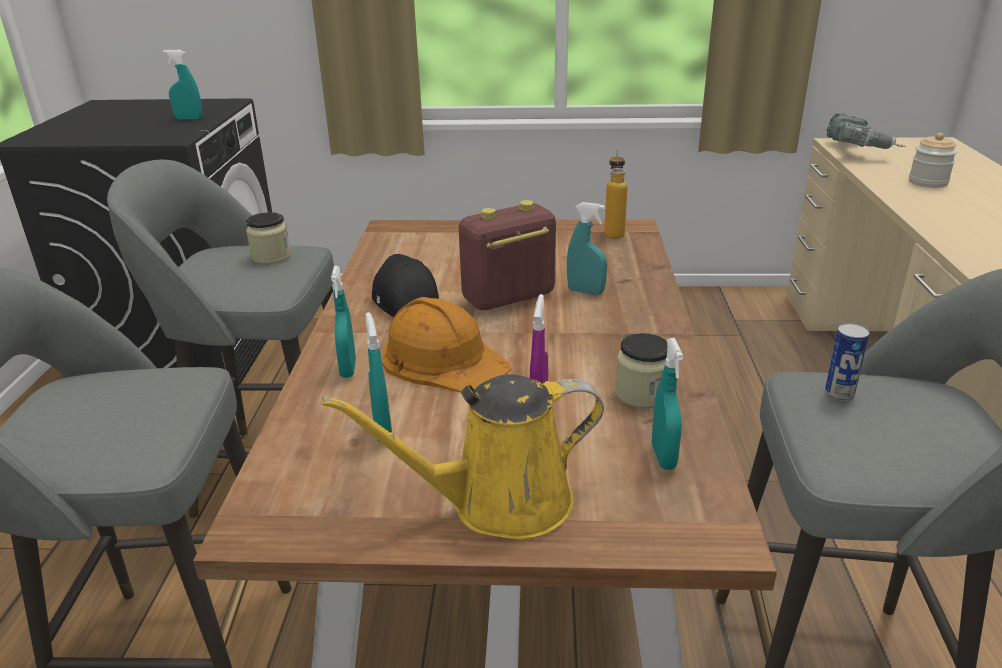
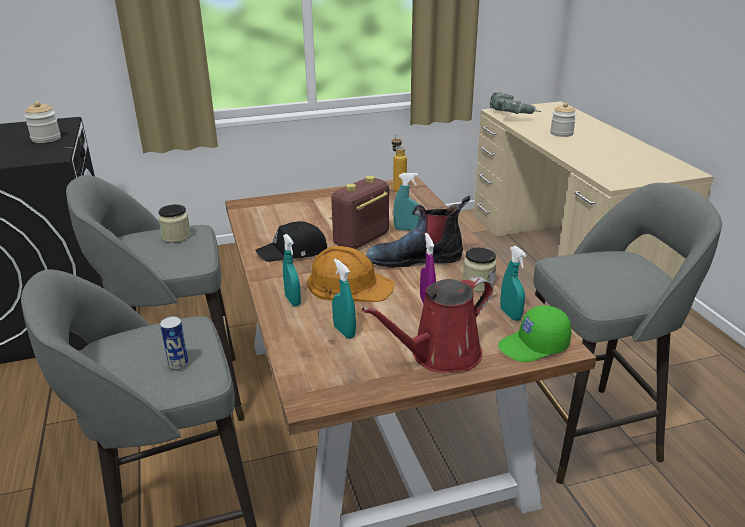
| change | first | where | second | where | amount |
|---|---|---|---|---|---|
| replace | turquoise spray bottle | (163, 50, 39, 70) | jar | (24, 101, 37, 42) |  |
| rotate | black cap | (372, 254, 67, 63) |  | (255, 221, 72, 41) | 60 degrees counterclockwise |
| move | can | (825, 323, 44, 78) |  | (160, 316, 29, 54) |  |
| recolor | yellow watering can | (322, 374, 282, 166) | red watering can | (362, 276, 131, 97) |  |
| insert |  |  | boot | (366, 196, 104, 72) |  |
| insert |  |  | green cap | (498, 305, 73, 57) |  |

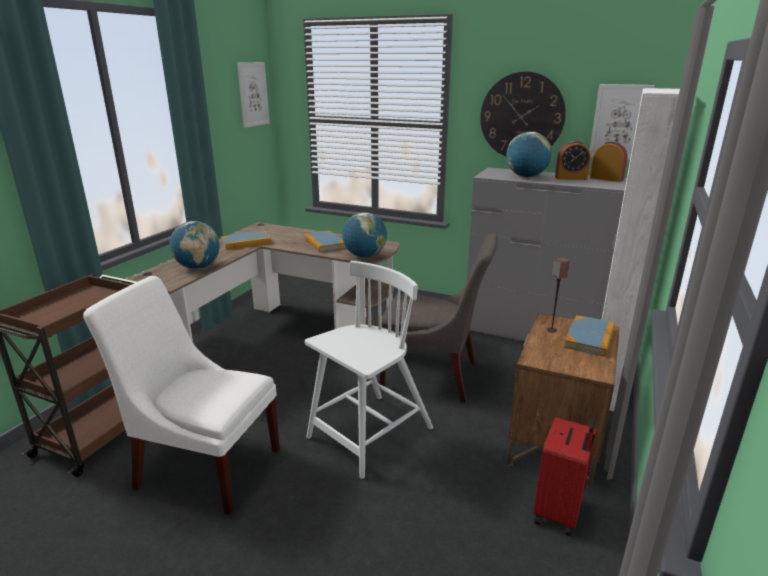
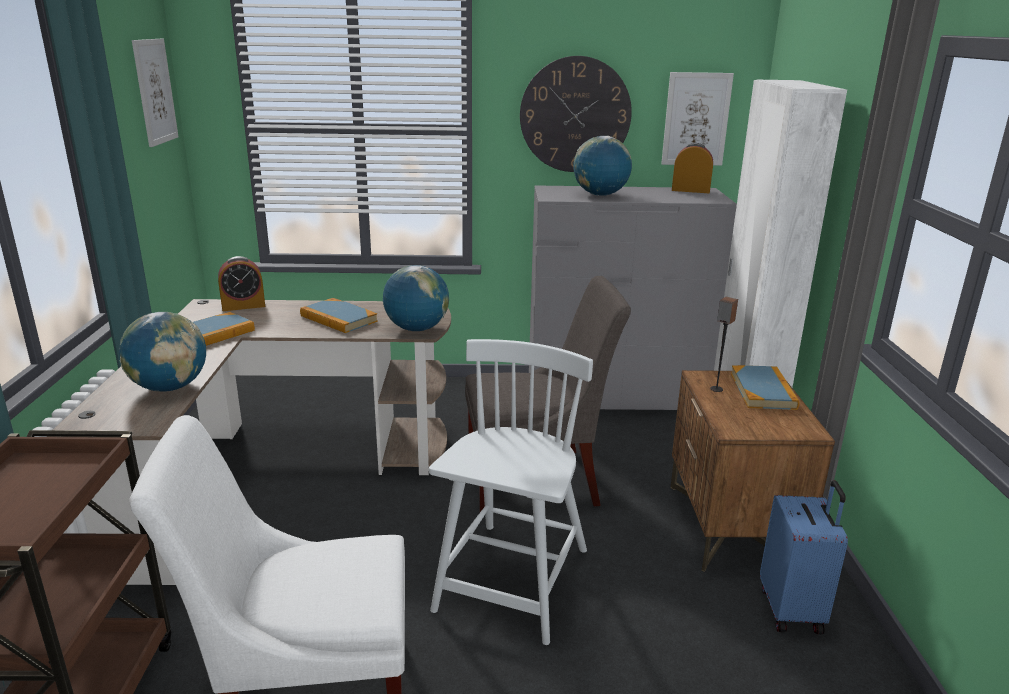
| change | first | where | second | where | amount |
|---|---|---|---|---|---|
| move | alarm clock | (555, 140, 36, 40) |  | (218, 256, 47, 55) |  |
| recolor | red suitcase | (534, 414, 63, 122) | blue suitcase | (760, 480, 88, 154) |  |

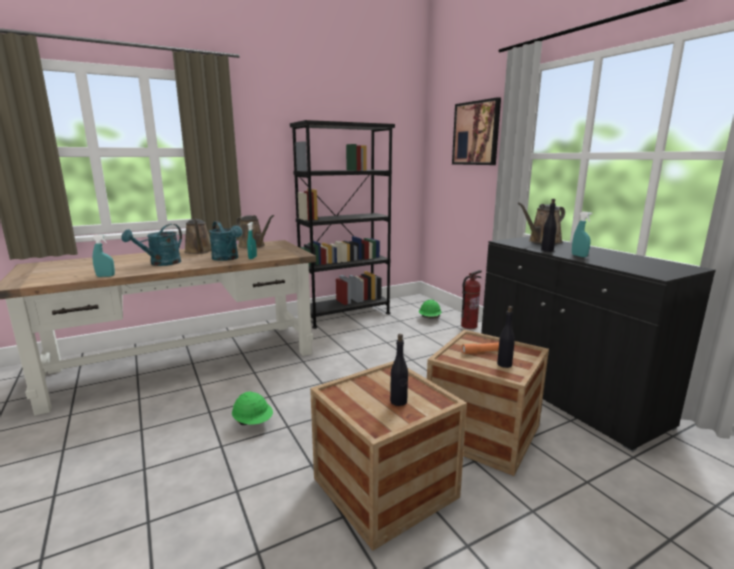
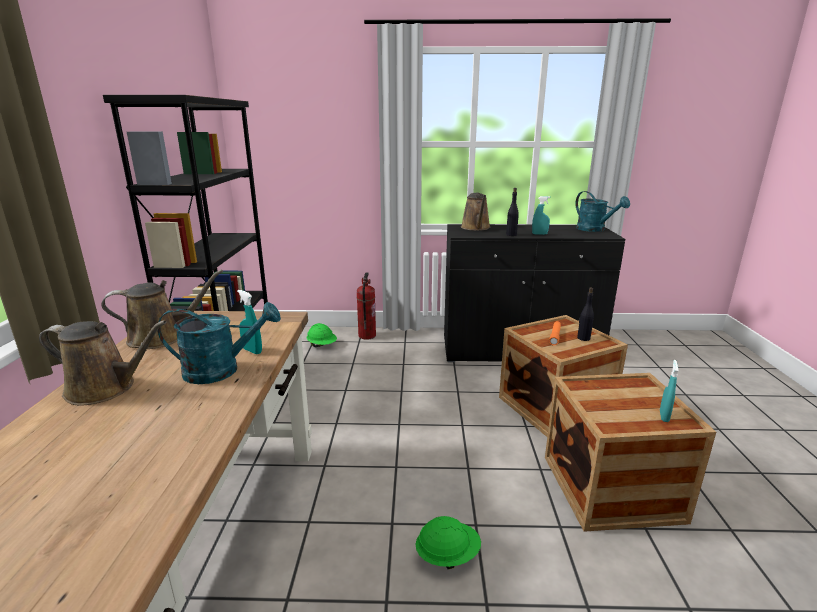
| change | first | where | second | where | amount |
|---|---|---|---|---|---|
| delete | picture | (452, 97, 49, 68) |  |  |  |
| move | turquoise watering can | (121, 224, 61, 42) |  | (575, 191, 55, 41) |  |
| move | turquoise spray bottle | (92, 234, 23, 43) |  | (660, 360, 19, 62) |  |
| delete | black bottle | (390, 334, 18, 72) |  |  |  |

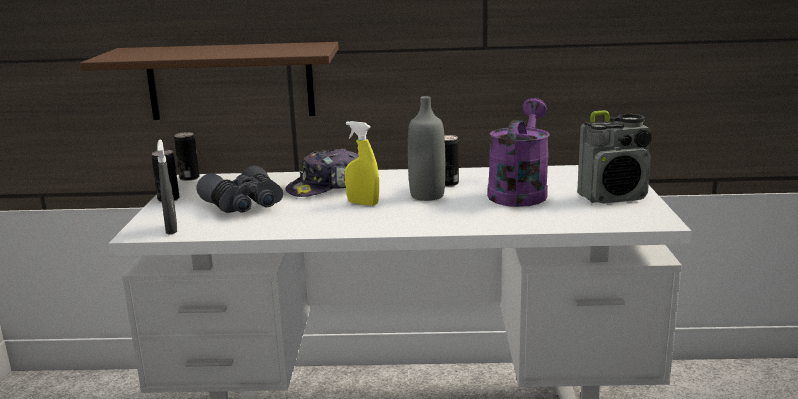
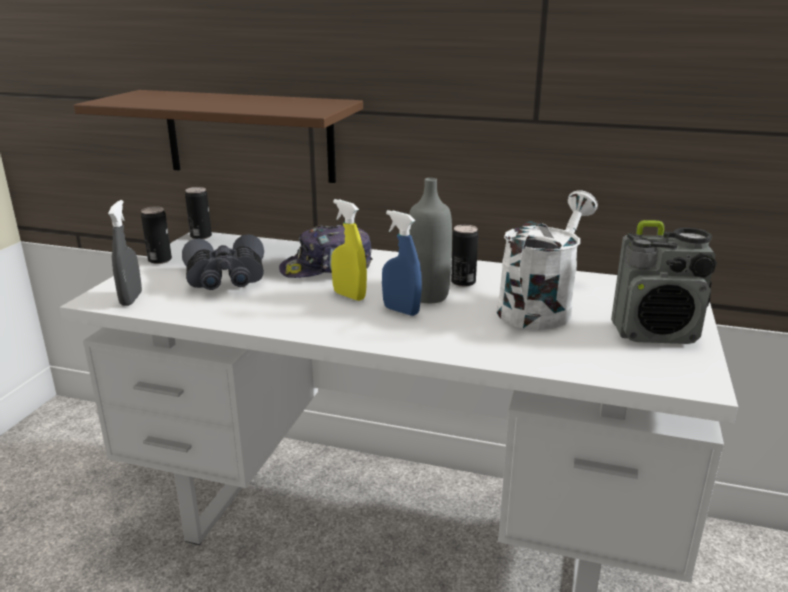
| change | first | where | second | where | amount |
|---|---|---|---|---|---|
| recolor | purple watering can | (487, 98, 63, 109) | white watering can | (496, 190, 102, 140) |  |
| insert |  |  | blue spray bottle | (382, 210, 40, 106) |  |

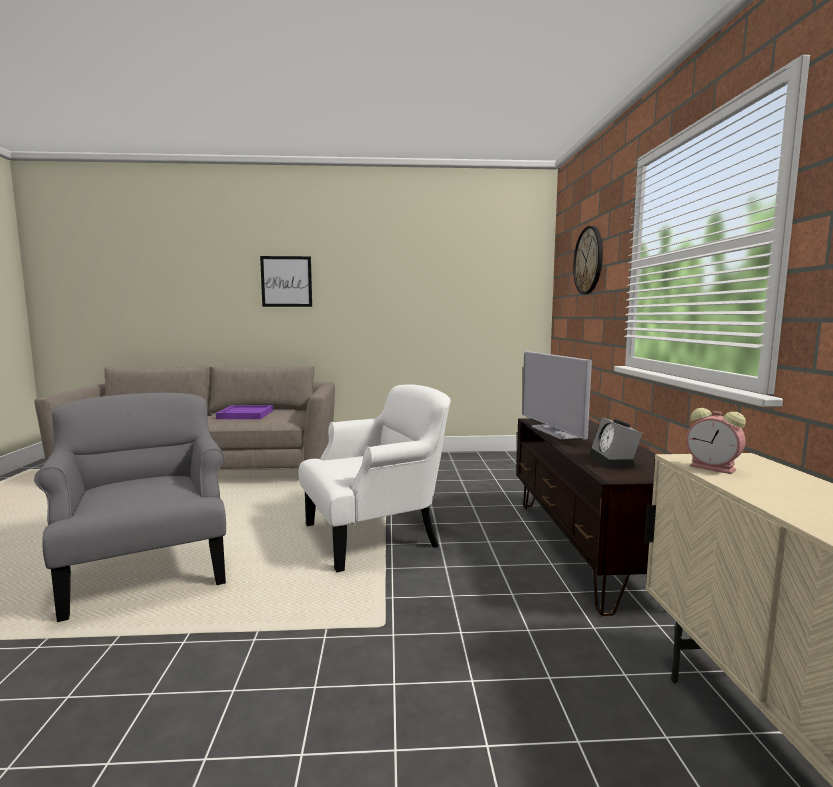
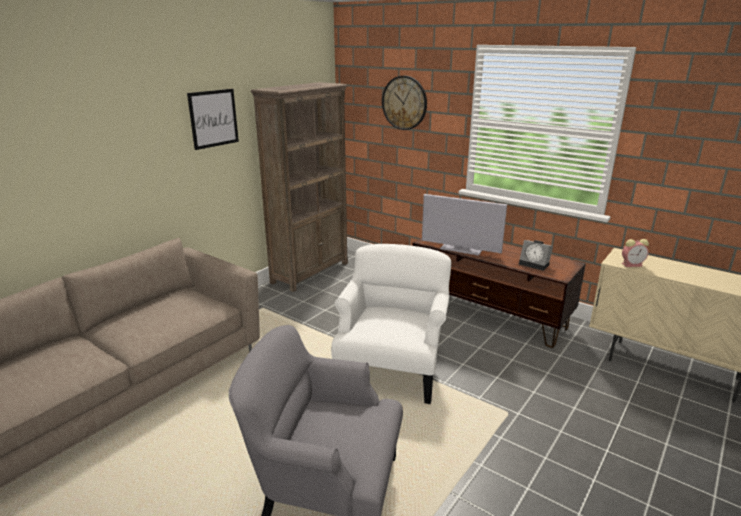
| change | first | where | second | where | amount |
|---|---|---|---|---|---|
| move | picture | (260, 256, 52, 51) |  | (187, 89, 52, 61) |  |
| delete | purple tray | (216, 405, 57, 14) |  |  |  |
| insert |  |  | brown bookcase | (251, 82, 97, 210) |  |

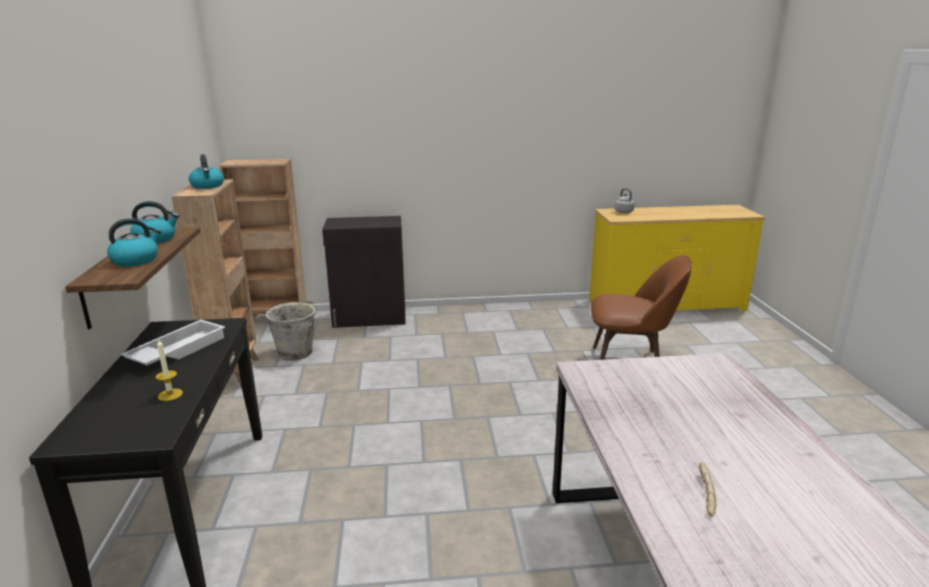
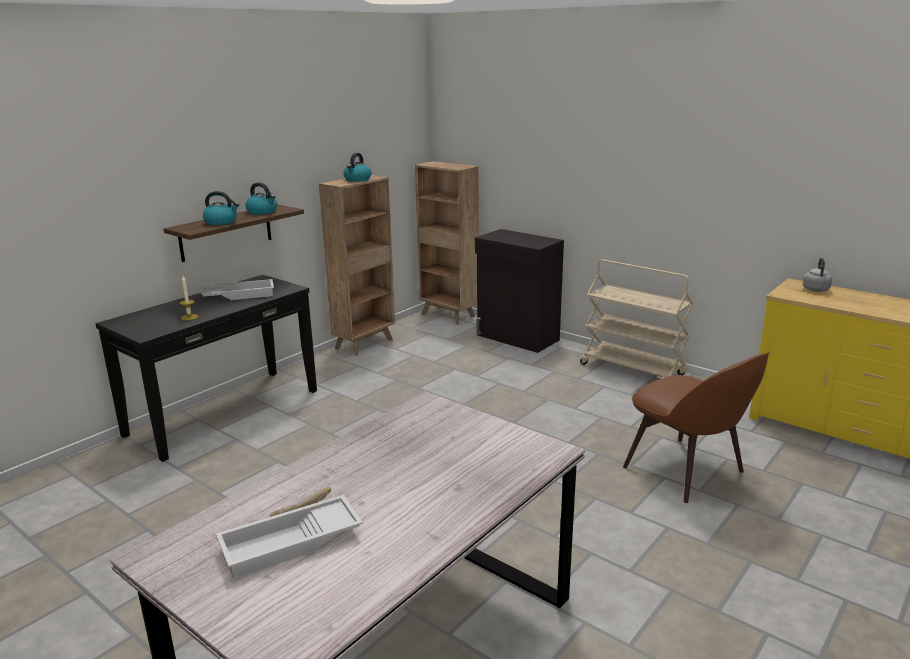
| change | first | where | second | where | amount |
|---|---|---|---|---|---|
| delete | grey bucket | (266, 300, 52, 61) |  |  |  |
| insert |  |  | beige cart | (580, 259, 113, 120) |  |
| insert |  |  | white tray | (216, 495, 147, 84) |  |

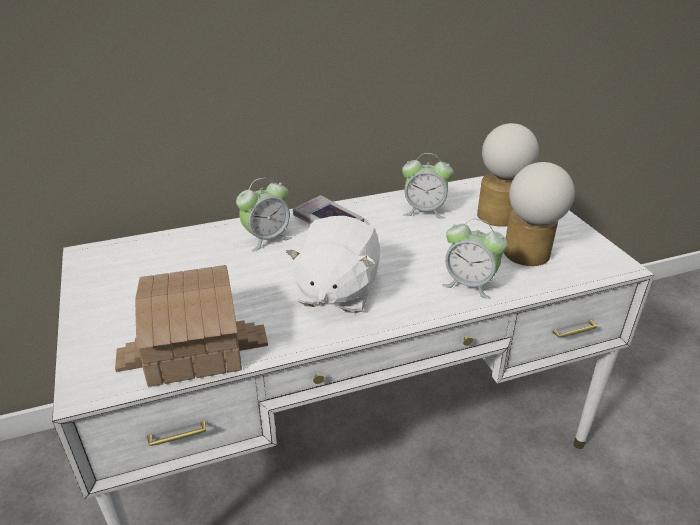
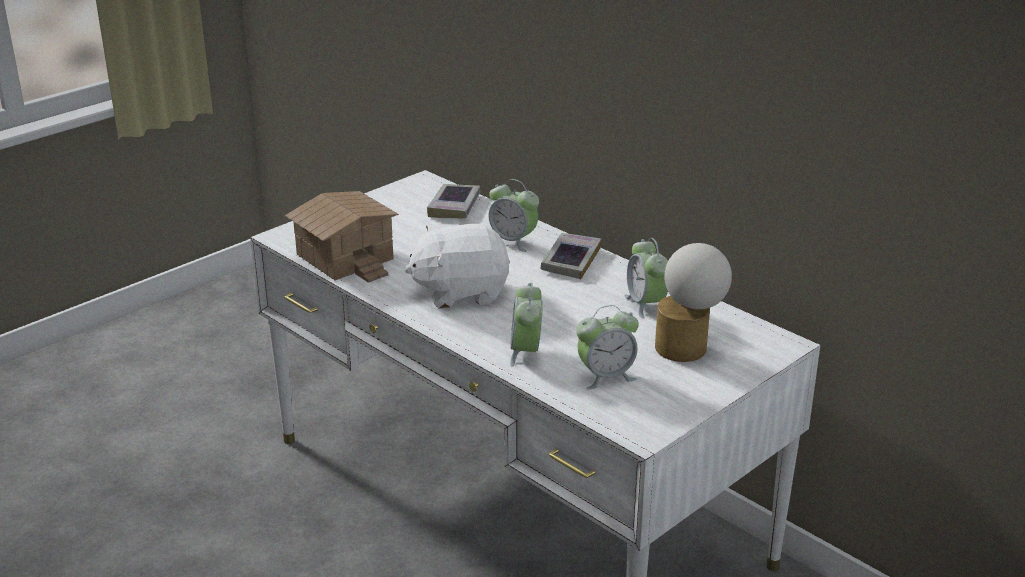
| change | first | where | second | where | amount |
|---|---|---|---|---|---|
| replace | table lamp | (504, 162, 71, 104) | alarm clock | (576, 305, 63, 85) |  |
| insert |  |  | book | (427, 184, 54, 34) |  |

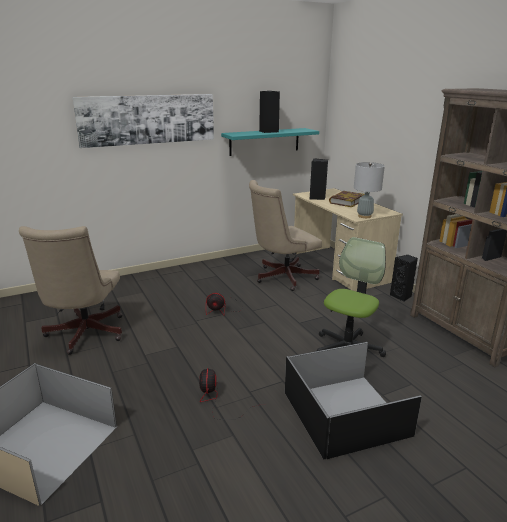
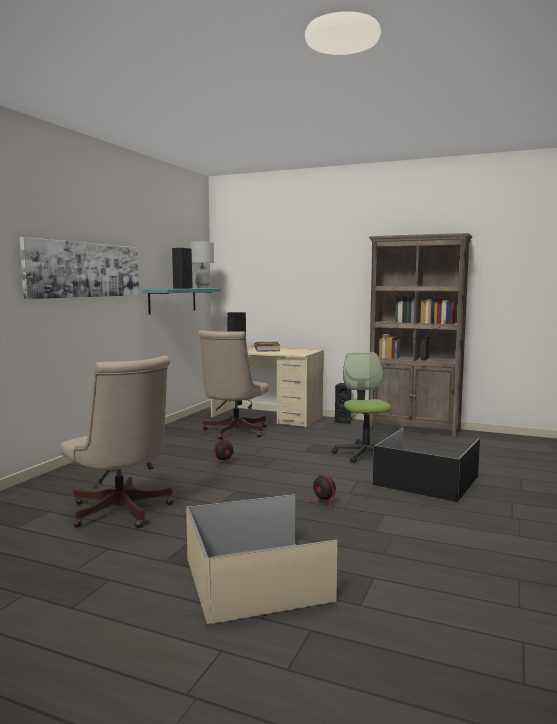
| change | first | where | second | where | amount |
|---|---|---|---|---|---|
| move | grey table lamp | (354, 162, 31, 56) |  | (190, 241, 24, 47) |  |

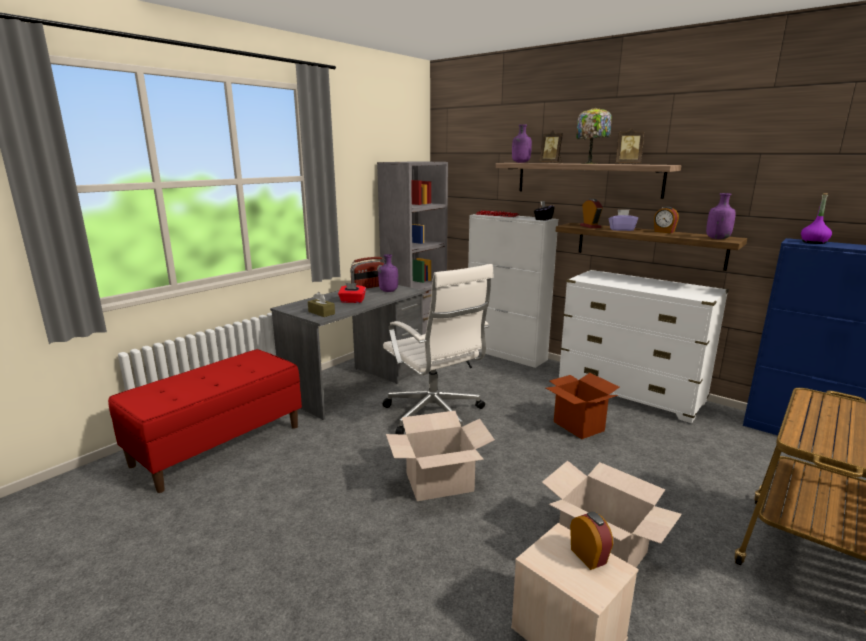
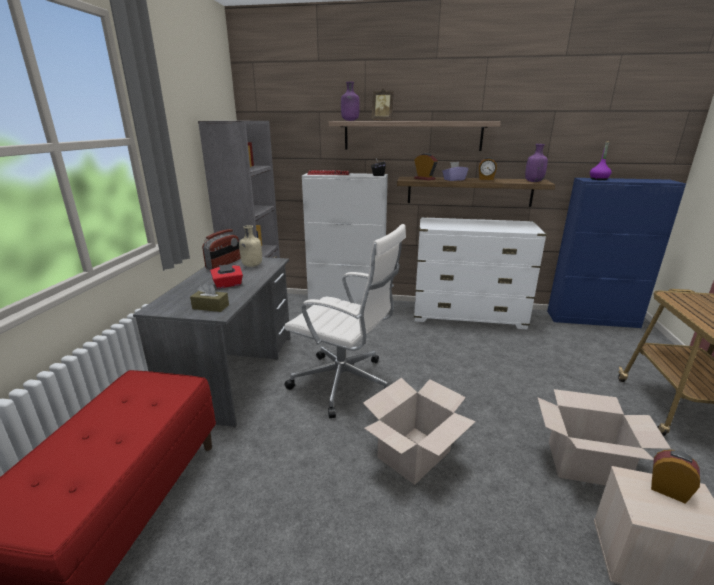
| change | first | where | second | where | amount |
|---|---|---|---|---|---|
| delete | table lamp | (576, 107, 36, 57) |  |  |  |
| delete | picture frame | (616, 128, 28, 36) |  |  |  |
| recolor | purple bottle | (378, 254, 20, 38) | beige bottle | (239, 225, 23, 42) |  |
| delete | cardboard box | (546, 373, 74, 66) |  |  |  |

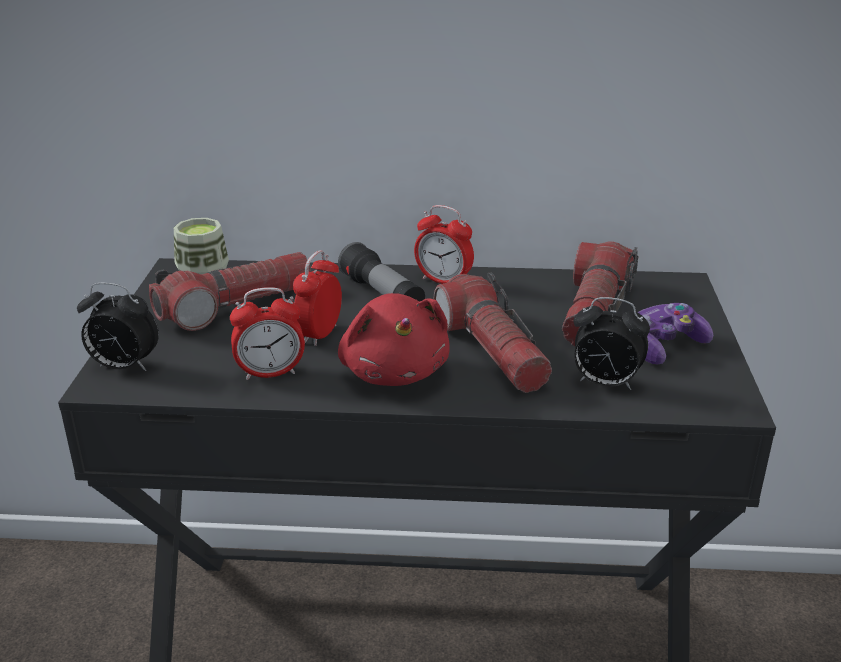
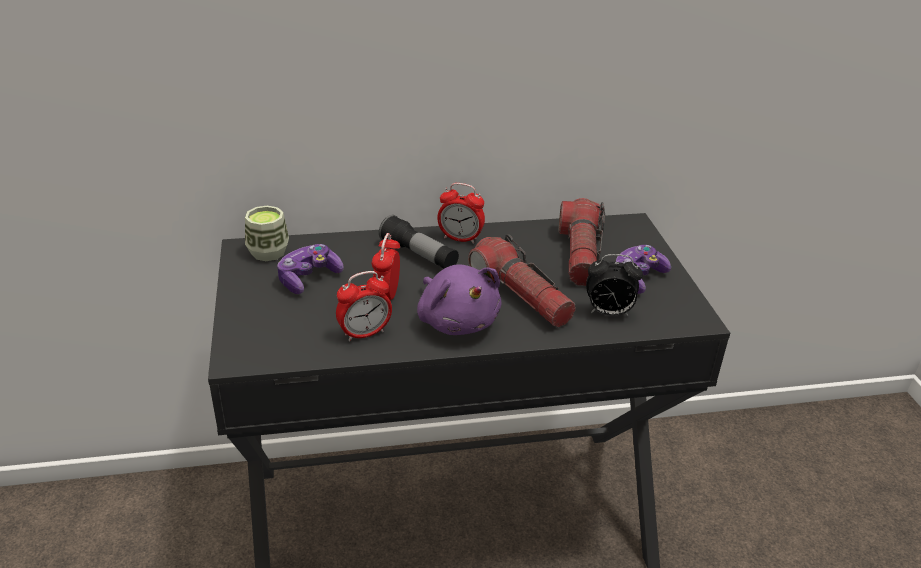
| change | first | where | second | where | amount |
|---|---|---|---|---|---|
| replace | flashlight | (149, 252, 162, 79) | game controller | (277, 244, 67, 50) |  |
| delete | alarm clock | (77, 283, 82, 88) |  |  |  |
| recolor | red plush toy | (338, 293, 112, 93) | purple plush toy | (417, 265, 84, 70) |  |

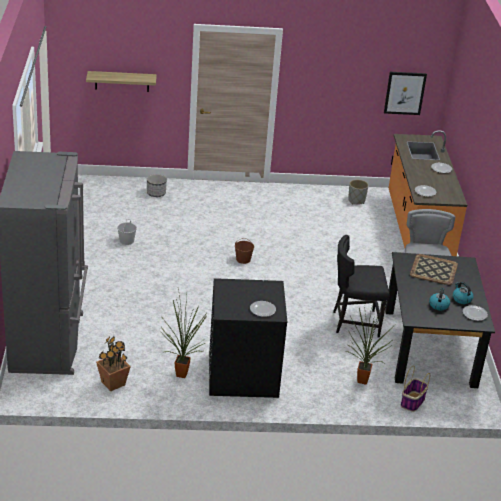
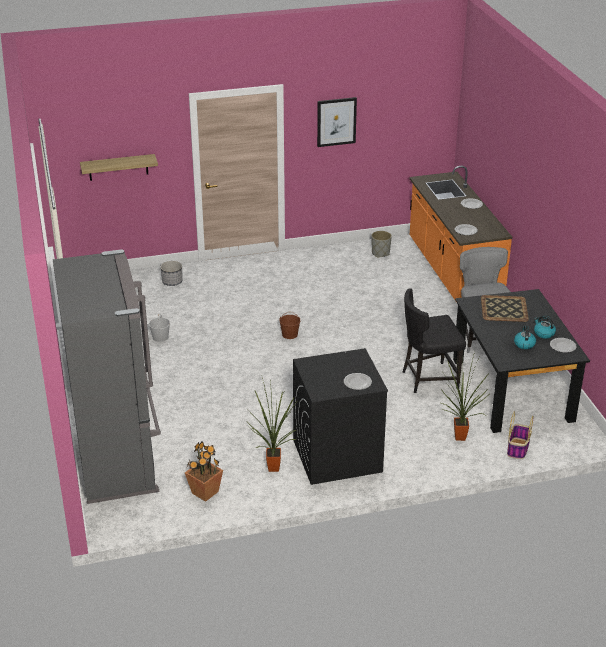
| change | first | where | second | where | amount |
|---|---|---|---|---|---|
| move | picture | (384, 72, 43, 43) |  | (317, 97, 40, 50) |  |

